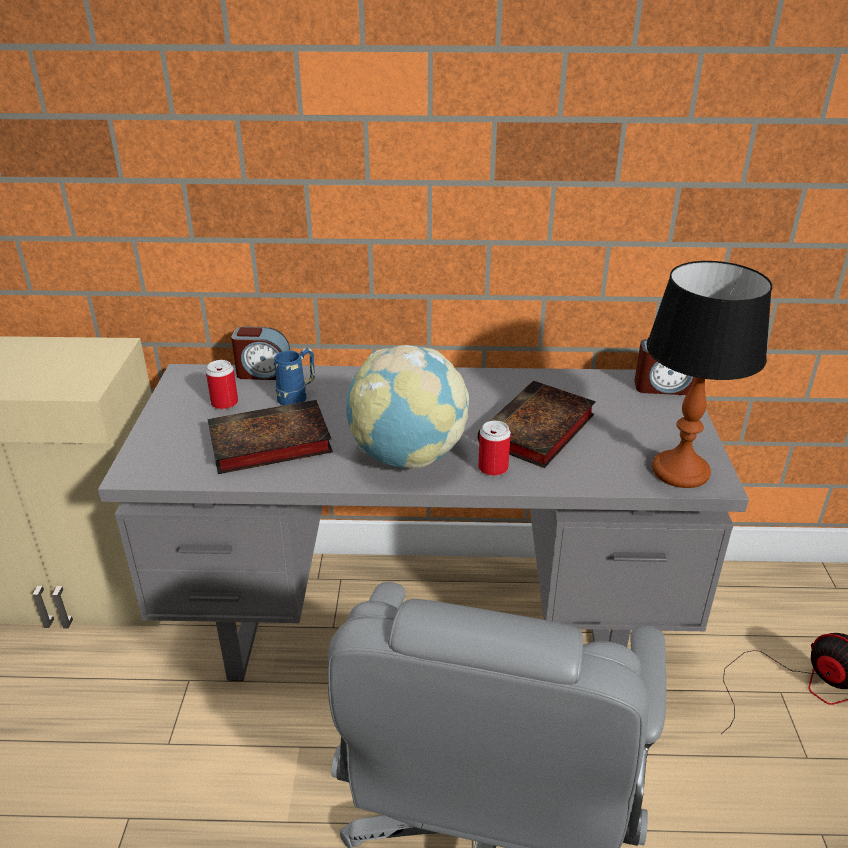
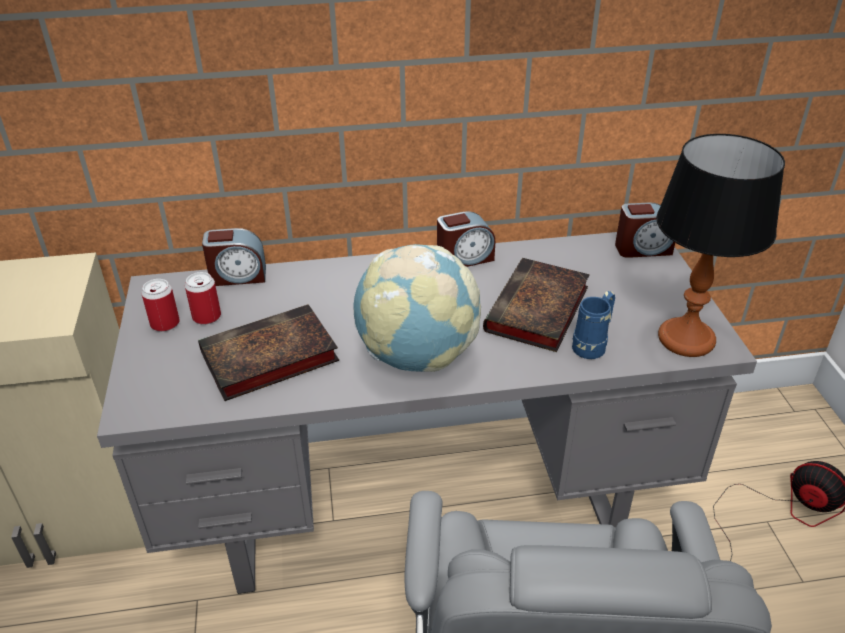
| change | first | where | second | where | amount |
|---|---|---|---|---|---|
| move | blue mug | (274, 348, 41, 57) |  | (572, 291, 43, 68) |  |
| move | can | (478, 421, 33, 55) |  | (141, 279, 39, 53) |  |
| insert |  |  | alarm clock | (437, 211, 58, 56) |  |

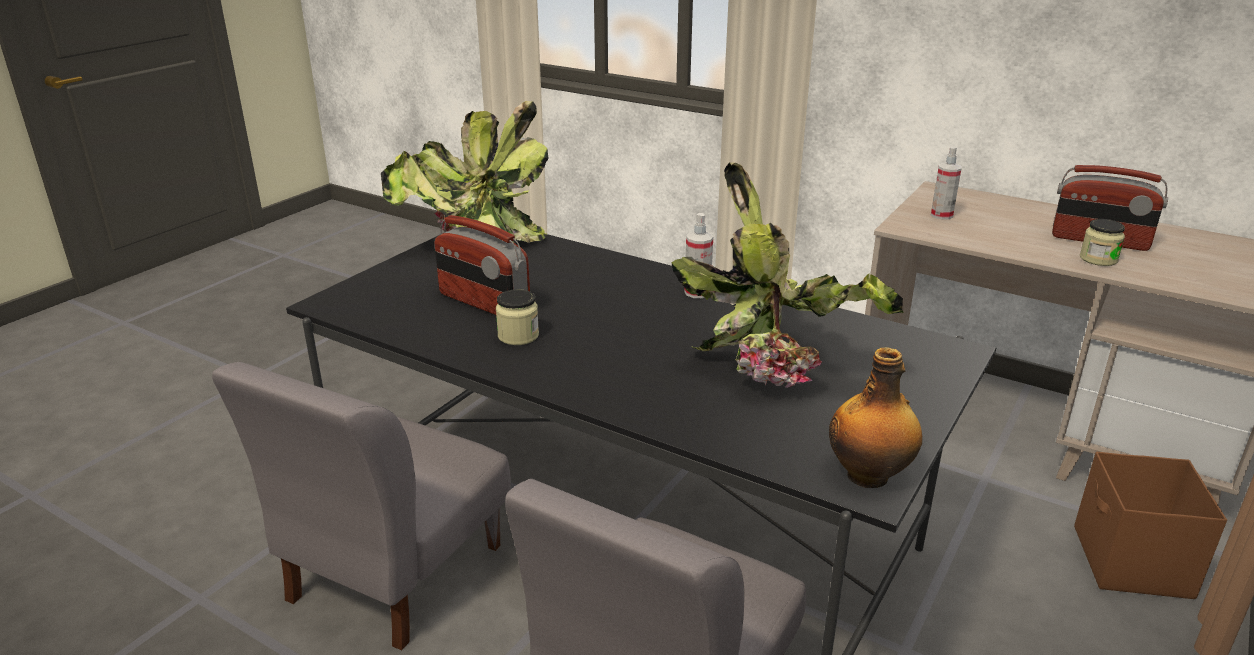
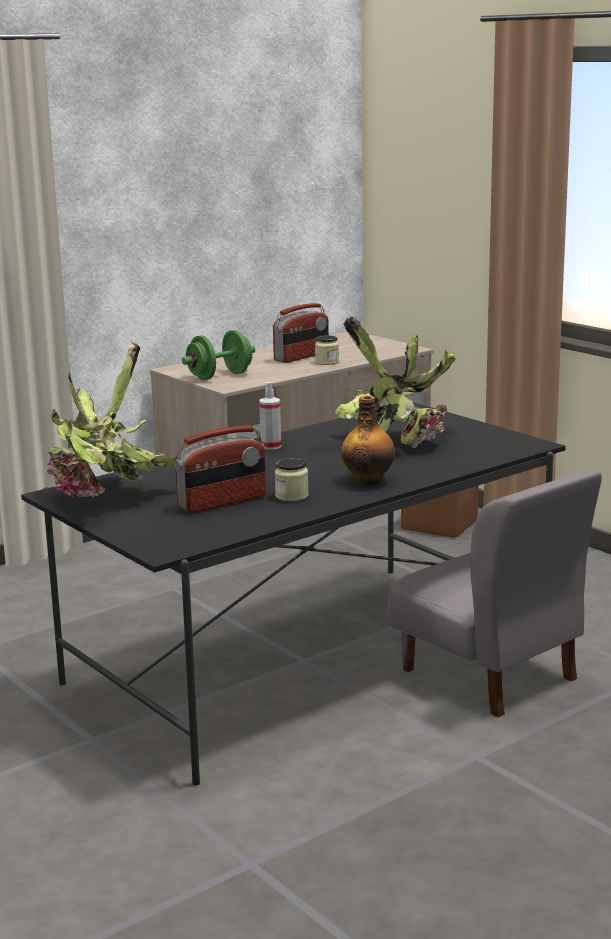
| change | first | where | second | where | amount |
|---|---|---|---|---|---|
| replace | spray bottle | (931, 146, 31, 74) | green dumbbell | (182, 330, 73, 50) |  |
| move | bottle | (829, 347, 93, 141) |  | (341, 395, 54, 91) |  |
| delete | grey chair | (212, 362, 299, 288) |  |  |  |

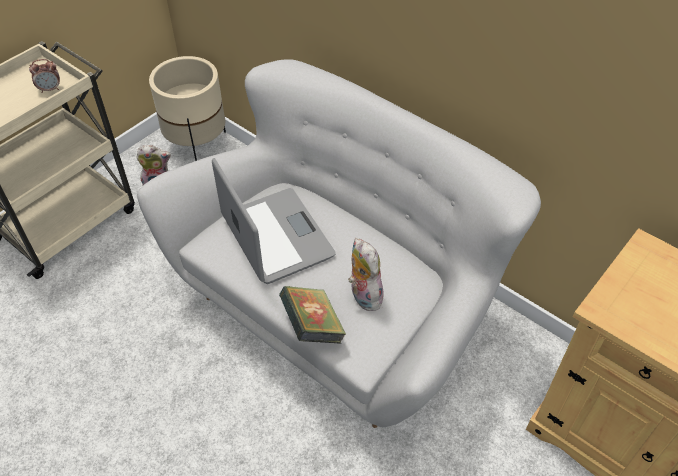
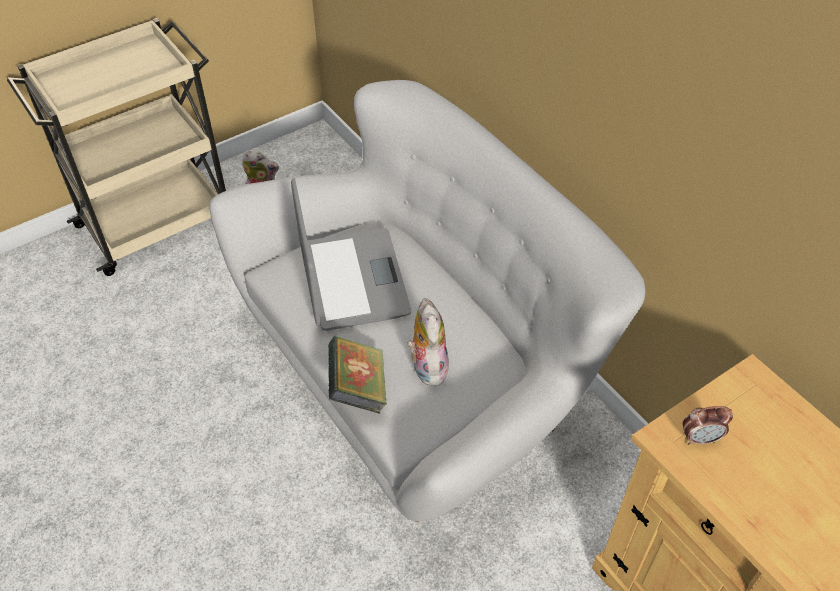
| change | first | where | second | where | amount |
|---|---|---|---|---|---|
| delete | beige planter | (149, 56, 77, 105) |  |  |  |
| move | alarm clock | (29, 59, 31, 34) |  | (682, 406, 51, 39) |  |

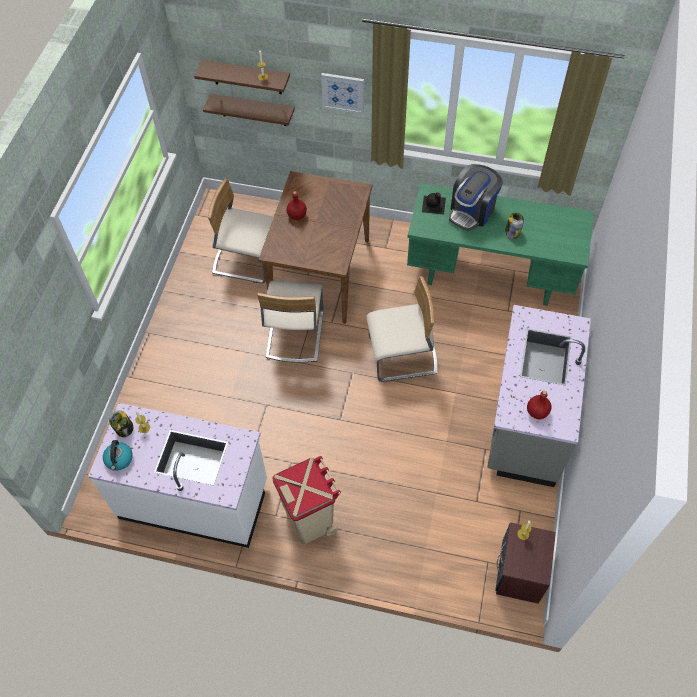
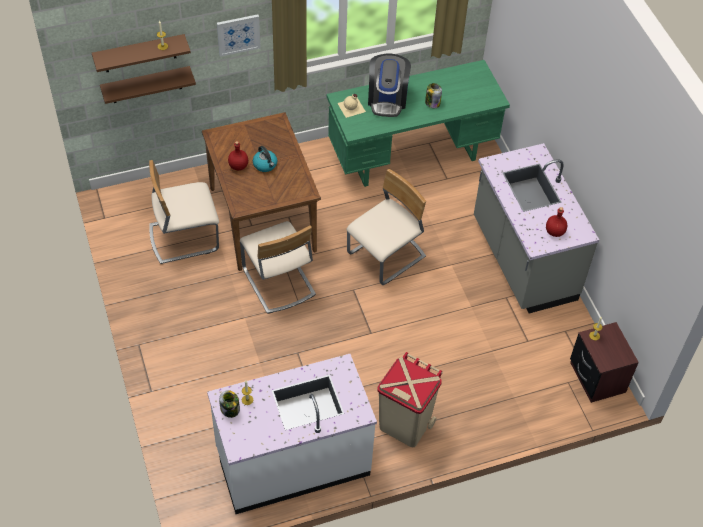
| change | first | where | second | where | amount |
|---|---|---|---|---|---|
| recolor | black bottle | (422, 193, 24, 21) | beige bottle | (337, 94, 29, 24) |  |
| move | kettle | (103, 440, 30, 31) |  | (253, 146, 24, 26) |  |

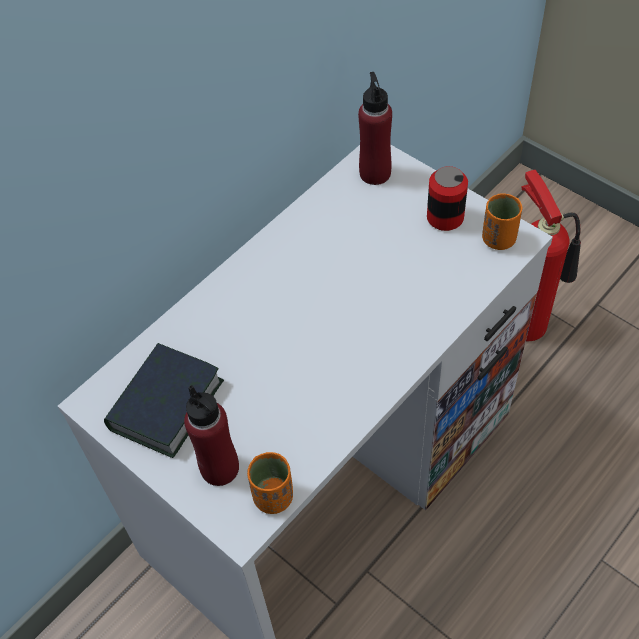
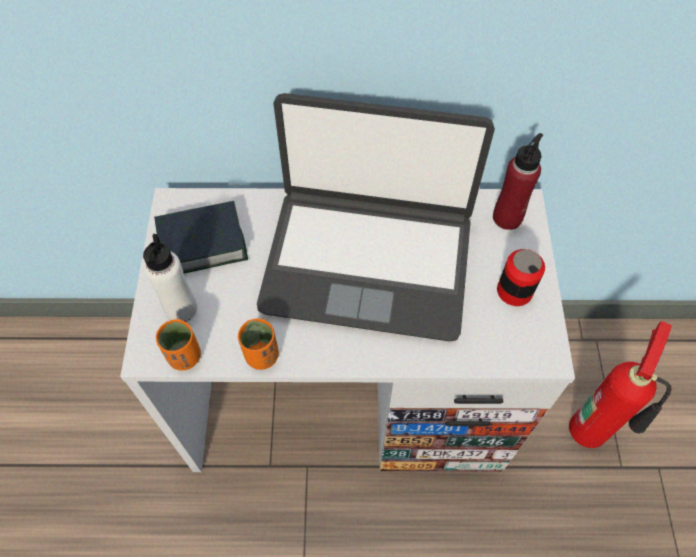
| change | first | where | second | where | amount |
|---|---|---|---|---|---|
| move | orange cup | (482, 193, 40, 57) |  | (238, 318, 41, 52) |  |
| recolor | red bottle | (184, 385, 55, 101) | white bottle | (143, 234, 54, 88) |  |
| insert |  |  | laptop | (257, 93, 238, 248) |  |

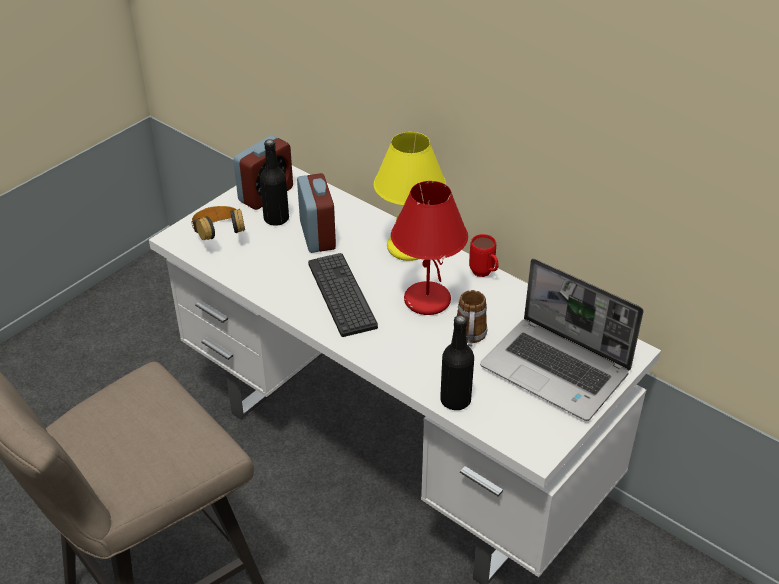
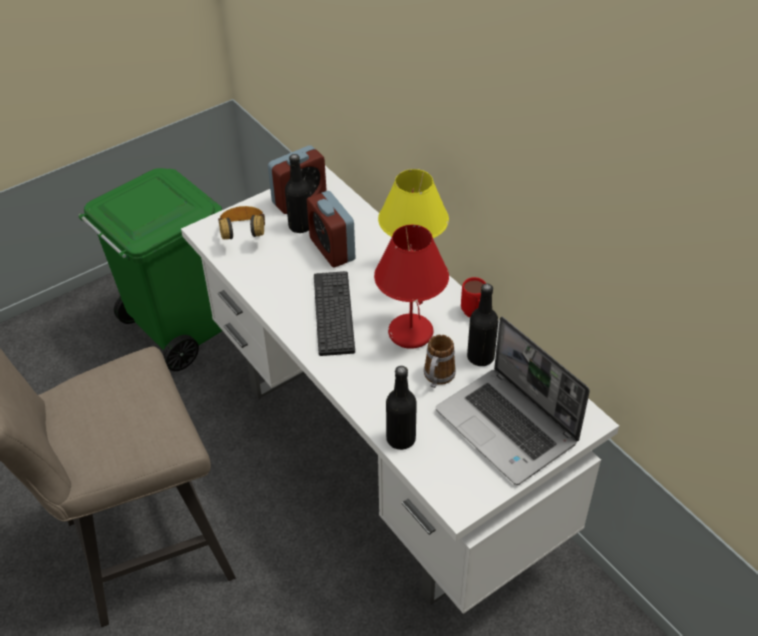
| change | first | where | second | where | amount |
|---|---|---|---|---|---|
| rotate | alarm clock | (297, 173, 39, 80) |  | (307, 191, 48, 77) | 150 degrees clockwise |
| insert |  |  | green trash can | (78, 168, 144, 203) |  |
| insert |  |  | black bottle | (467, 283, 31, 83) |  |

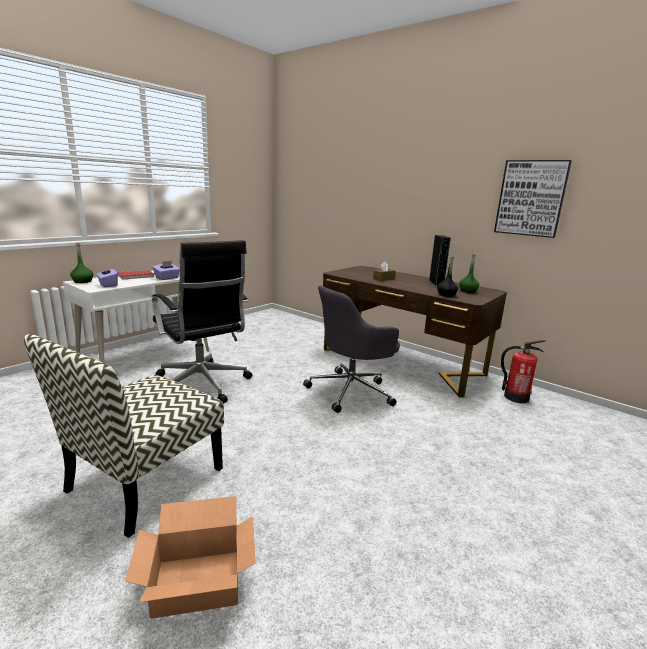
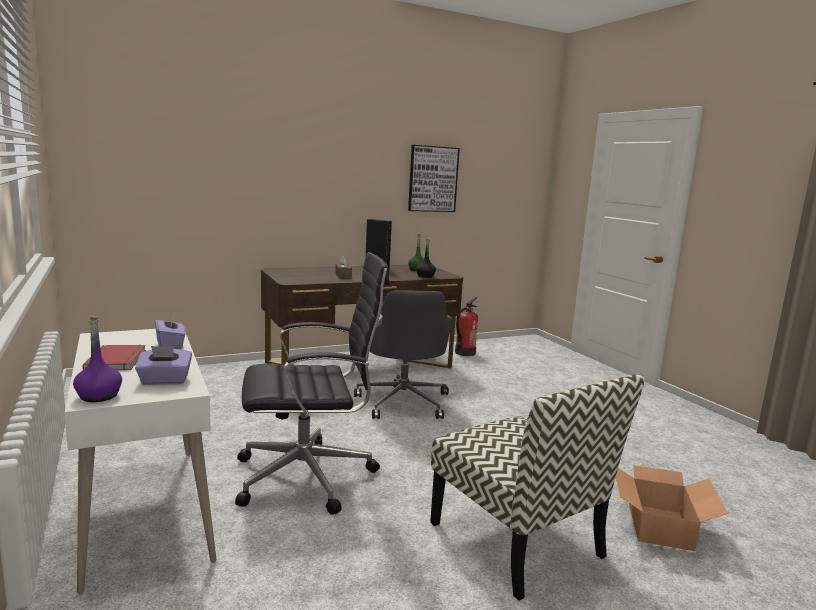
| change | first | where | second | where | amount |
|---|---|---|---|---|---|
| recolor | green bottle | (70, 243, 23, 40) | purple bottle | (73, 316, 49, 86) |  |

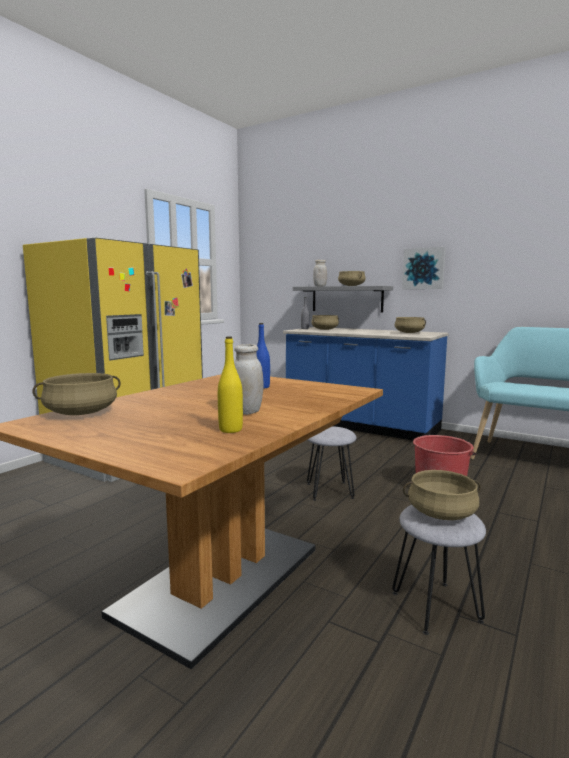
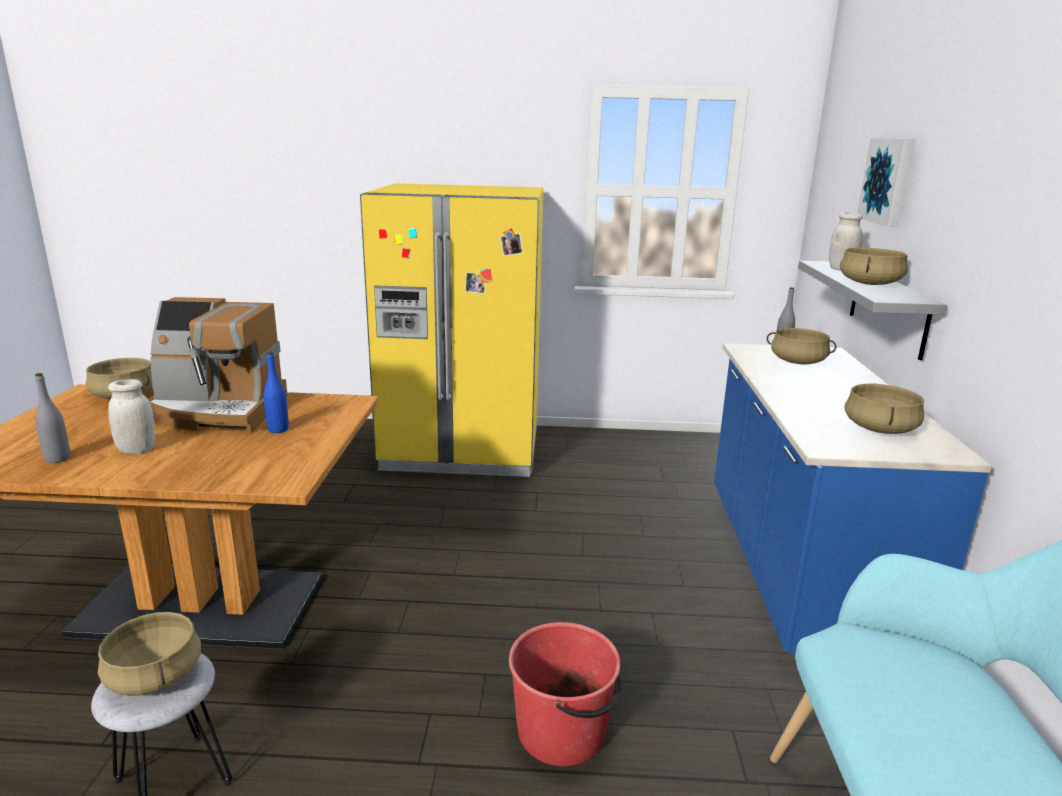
| change | first | where | second | where | amount |
|---|---|---|---|---|---|
| move | picture | (402, 247, 44, 42) |  | (857, 138, 58, 89) |  |
| recolor | yellow bottle | (218, 337, 25, 96) | grey bottle | (35, 373, 35, 90) |  |
| delete | grey stool | (307, 426, 50, 75) |  |  |  |
| insert |  |  | coffee machine | (148, 297, 140, 137) |  |

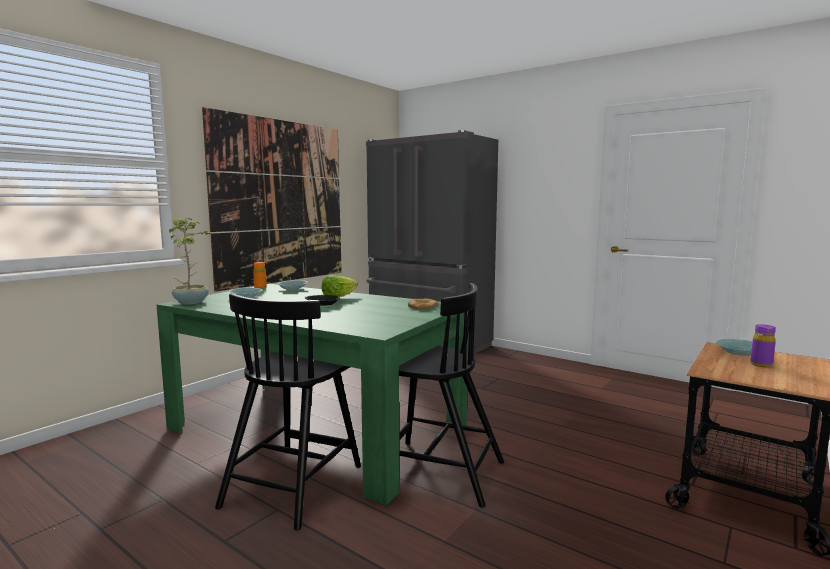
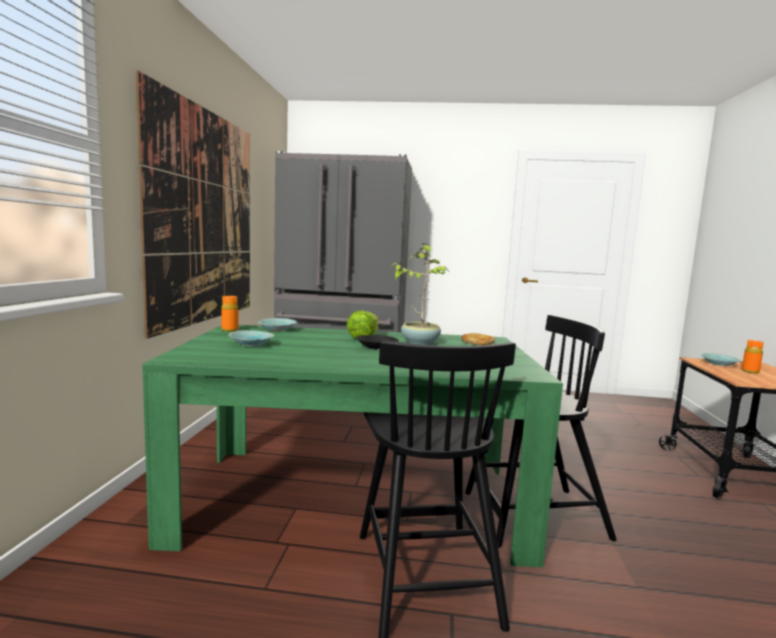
| change | first | where | second | where | amount |
|---|---|---|---|---|---|
| move | potted plant | (169, 218, 43, 87) |  | (391, 244, 58, 101) |  |
| recolor | purple bottle | (750, 324, 26, 44) | orange bottle | (742, 340, 22, 34) |  |

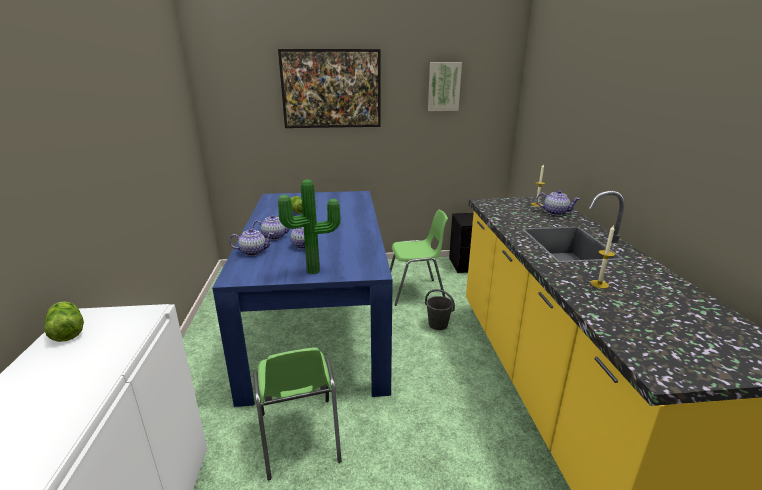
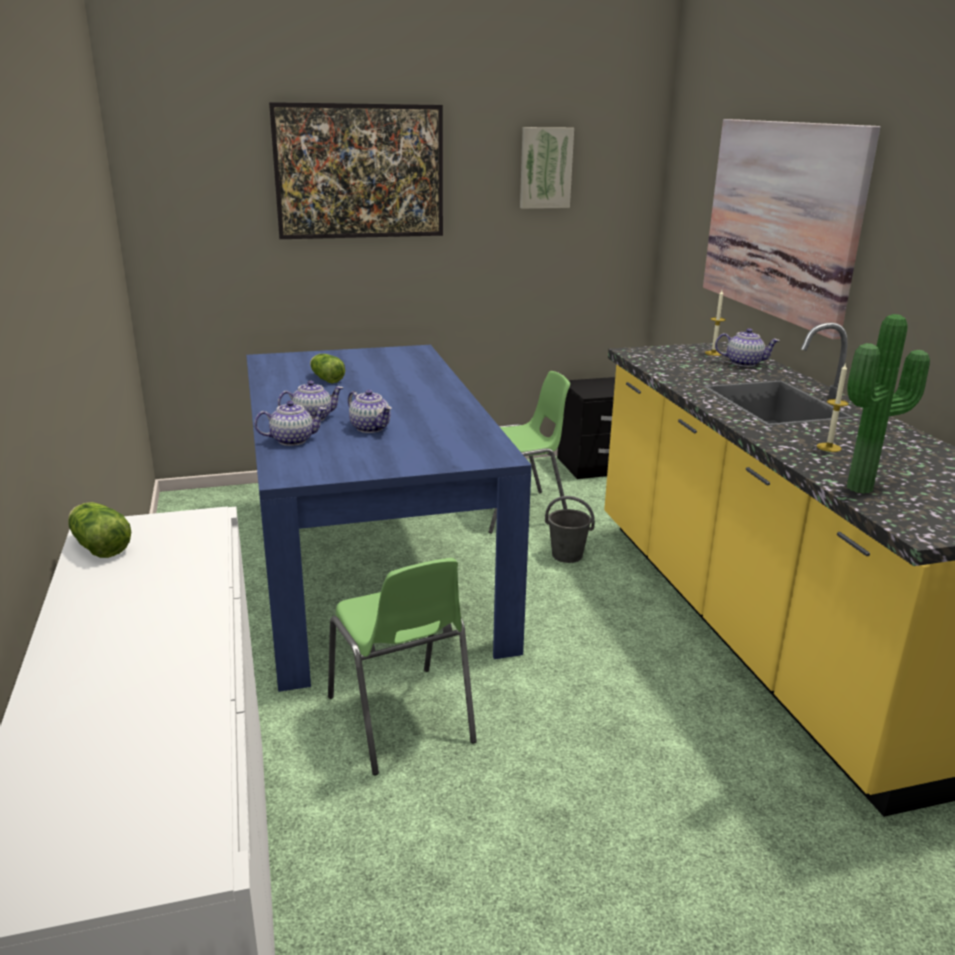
| change | first | where | second | where | amount |
|---|---|---|---|---|---|
| move | potted plant | (278, 179, 63, 95) |  | (847, 314, 83, 180) |  |
| insert |  |  | picture | (703, 119, 177, 220) |  |

